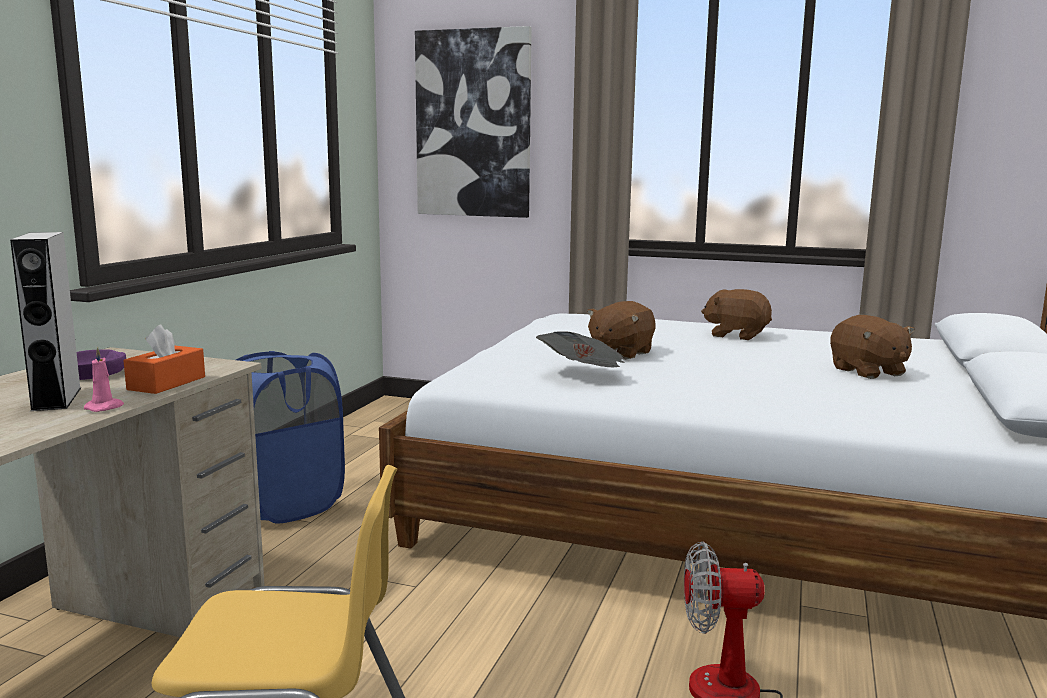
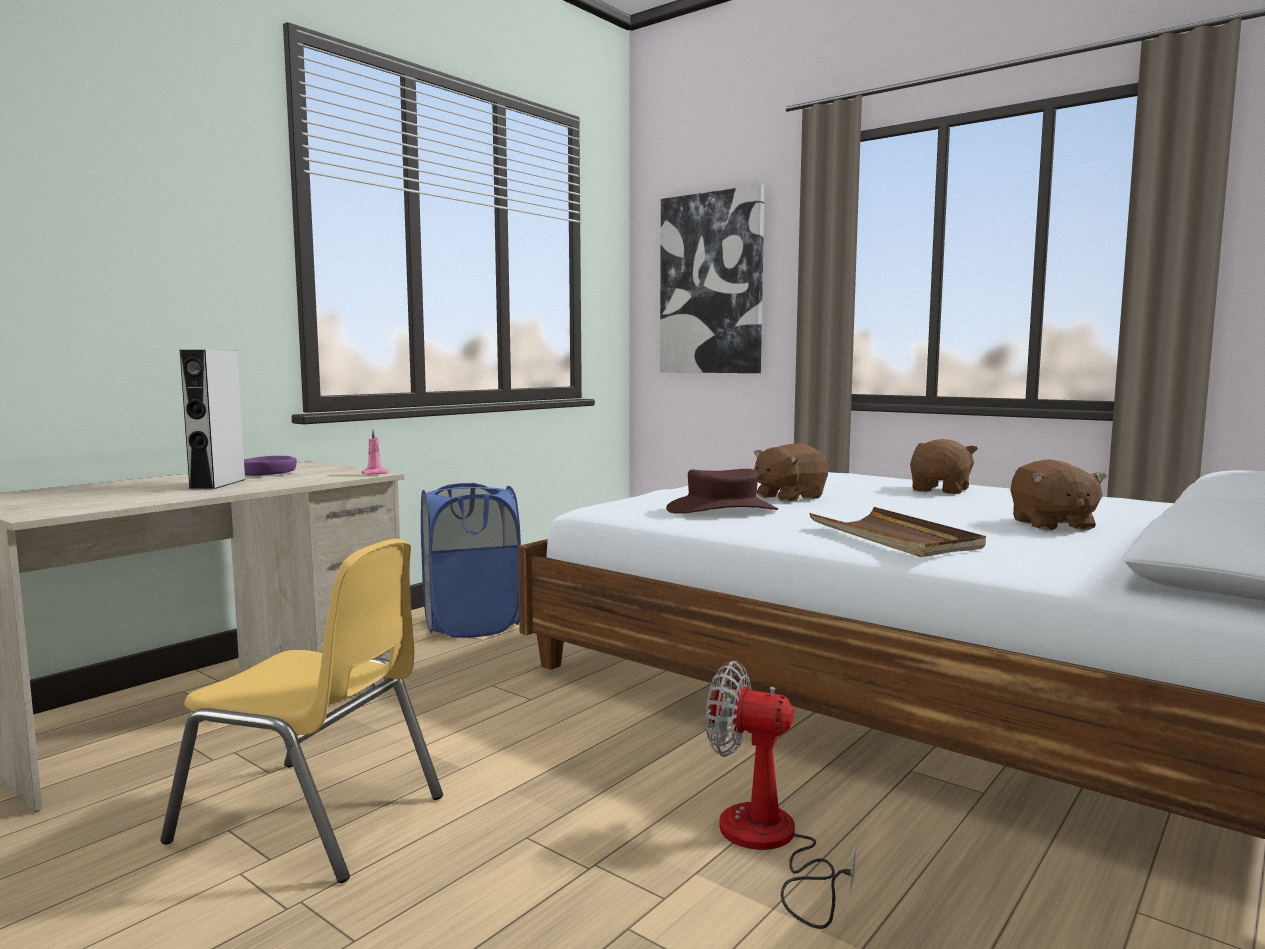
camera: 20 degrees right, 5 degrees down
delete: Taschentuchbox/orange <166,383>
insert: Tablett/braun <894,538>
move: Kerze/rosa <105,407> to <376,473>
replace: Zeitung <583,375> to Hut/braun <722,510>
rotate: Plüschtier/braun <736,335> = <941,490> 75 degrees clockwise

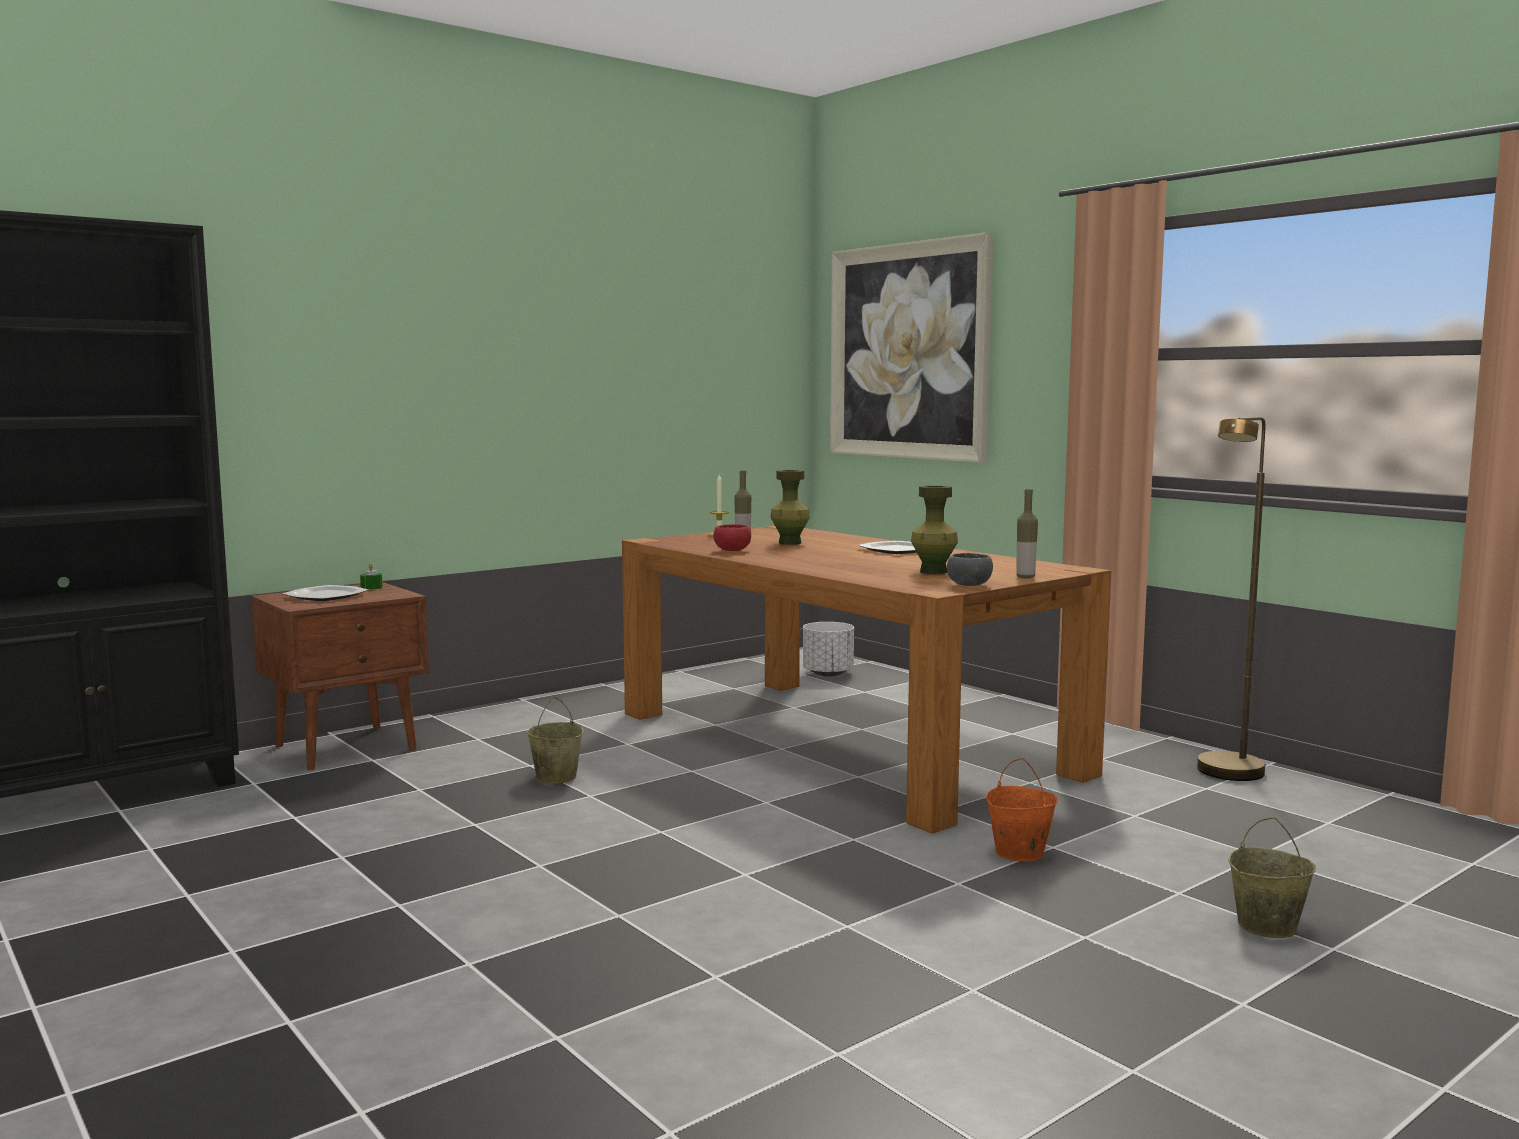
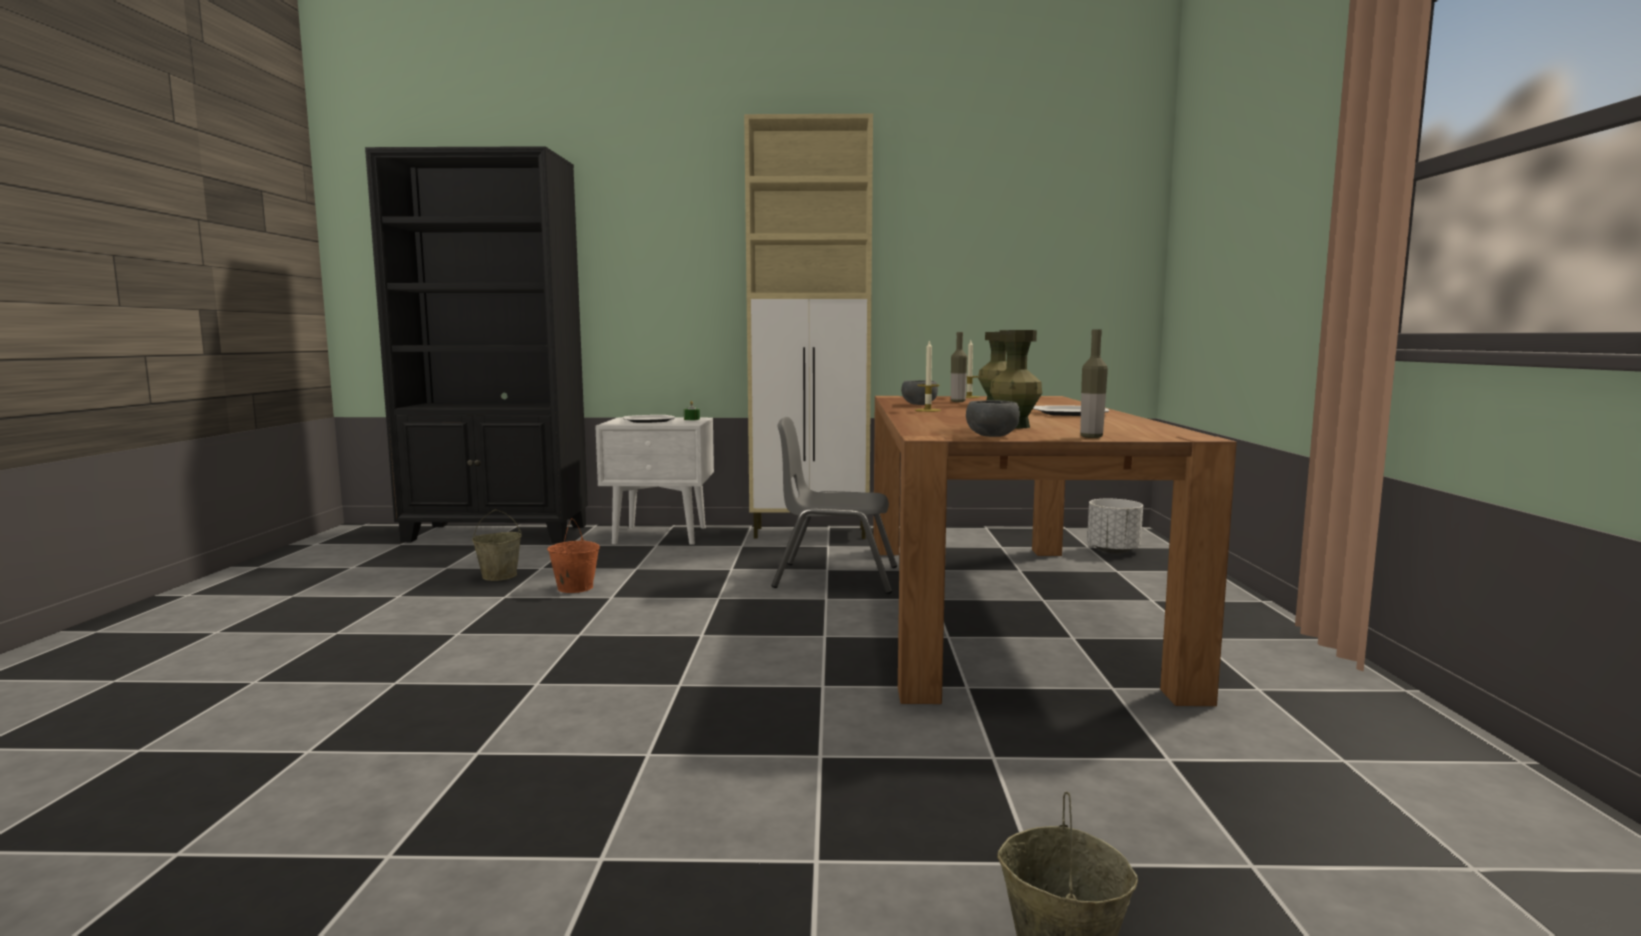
camera: 40 degrees right, 0 degrees up
delete: Bild <908,351>; Stehlampe/braun <1227,776>
insert: Schrank/beige <812,533>; Stuhl/grau <835,577>; Kerze <928,410>
move: Eimer/beige <555,777> to <500,576>; Eimer/orange <1018,853> to <574,588>
recolor: Nachttisch/braun <348,747> to Nachttisch/weiß <662,535>; Schüssel/rot <733,551> to Schüssel/grau <919,405>

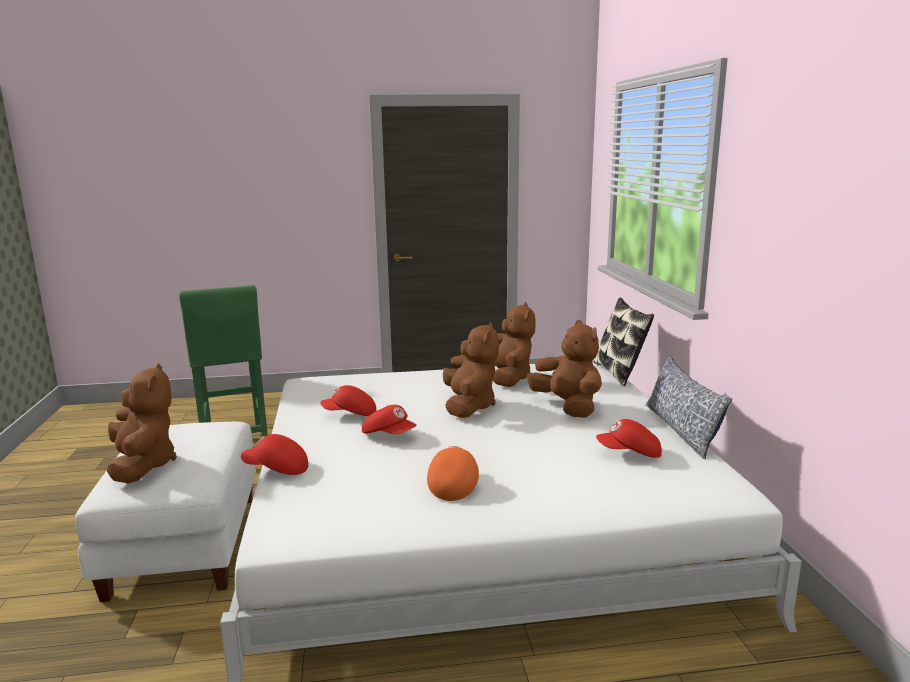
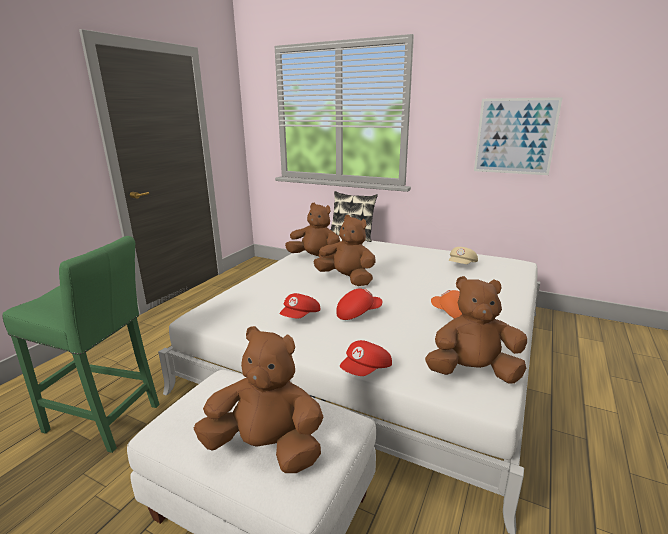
camera: 55 degrees left, 5 degrees up
delete: Kissen <681,430>
insert: Bild <515,136>
move: Plüschtier/braun <567,407> to <473,372>
recolor: Kappe/rot <629,454> to Kappe/beige <462,265>

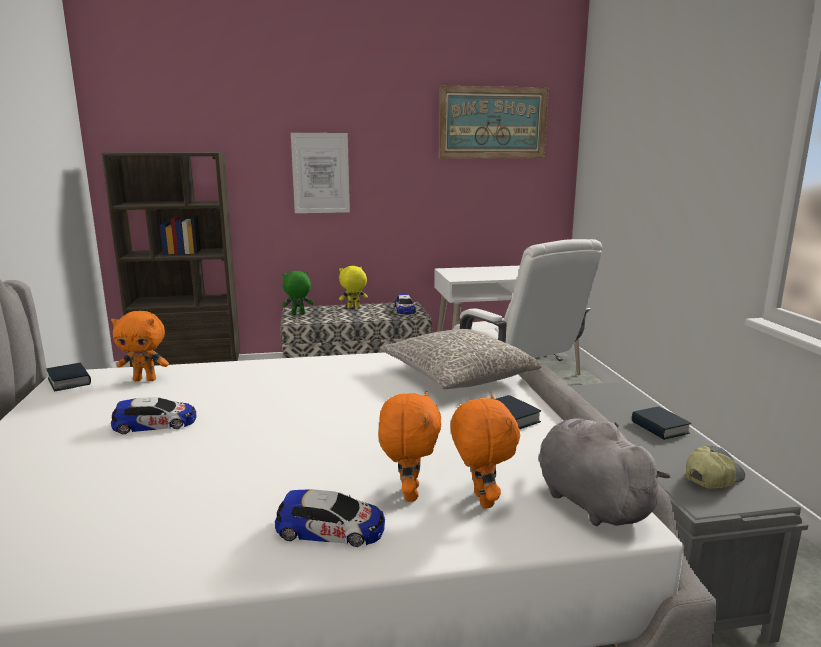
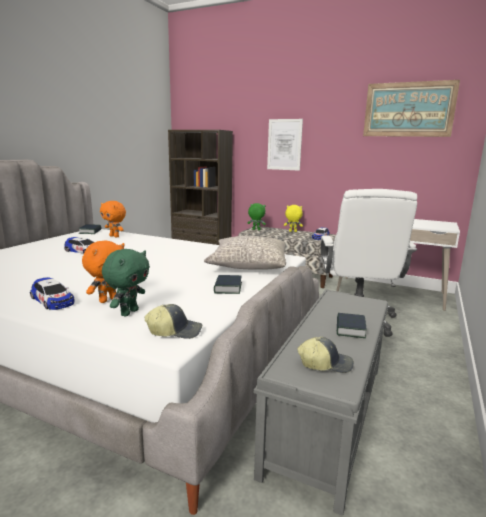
camera: 35 degrees right, 0 degrees up
replace: Plüschtier/grau <589,501> to Kappe <175,331>
recolor: Plüschtier/orange <480,500> to Plüschtier/grün <129,312>

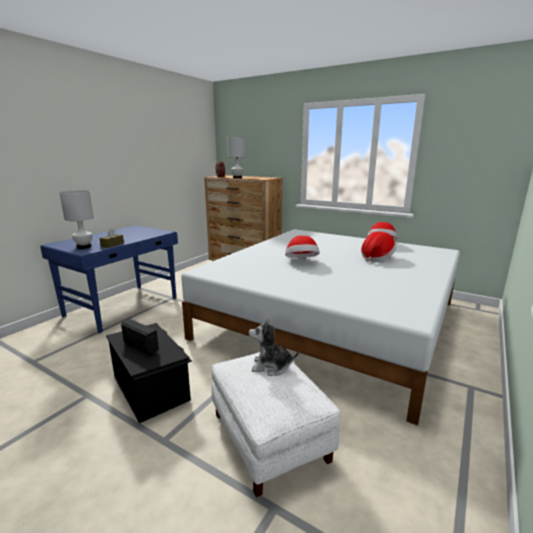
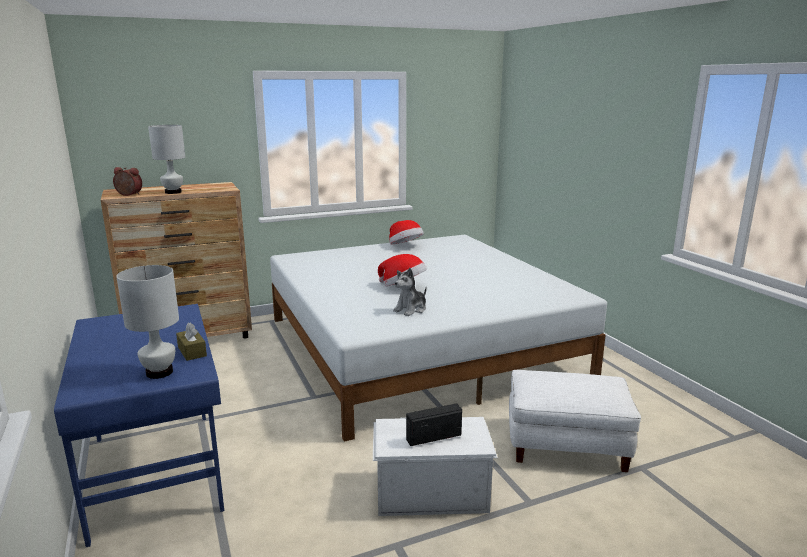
camera: 55 degrees left, 0 degrees up
delete: Hut <376,257>
move: Plüschtier <271,366> to <411,309>
recolor: Aufbewahrungsbox/schwarz <152,387> to Aufbewahrungsbox/weiß <430,490>

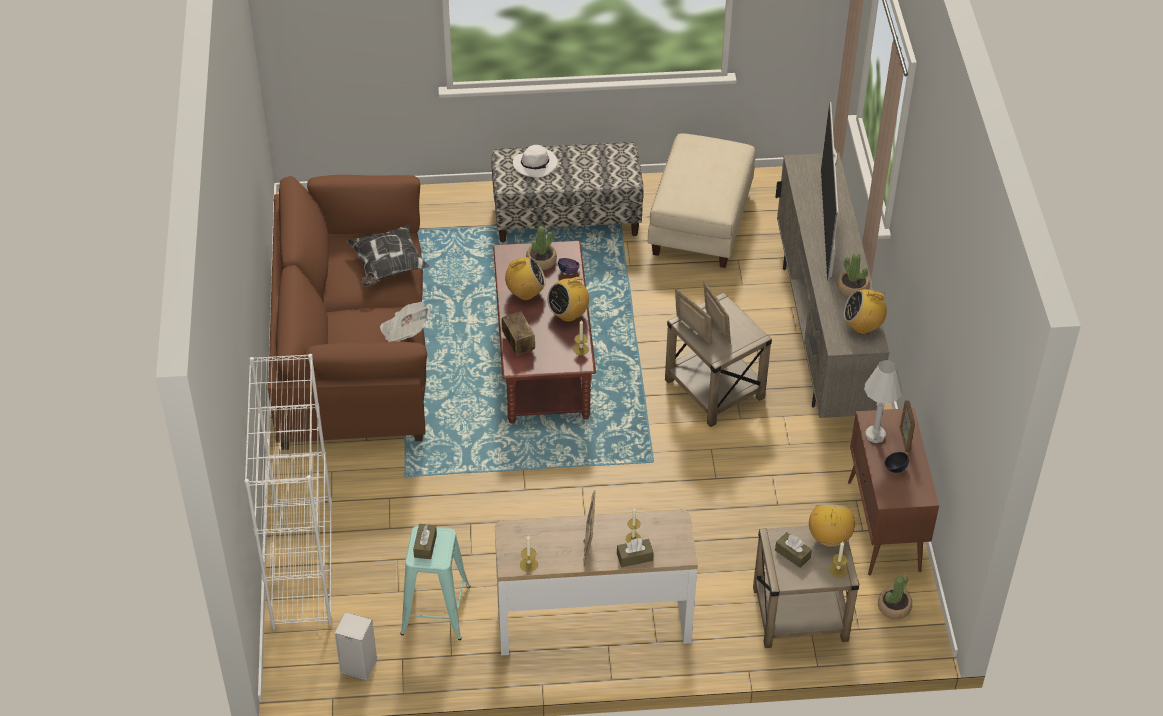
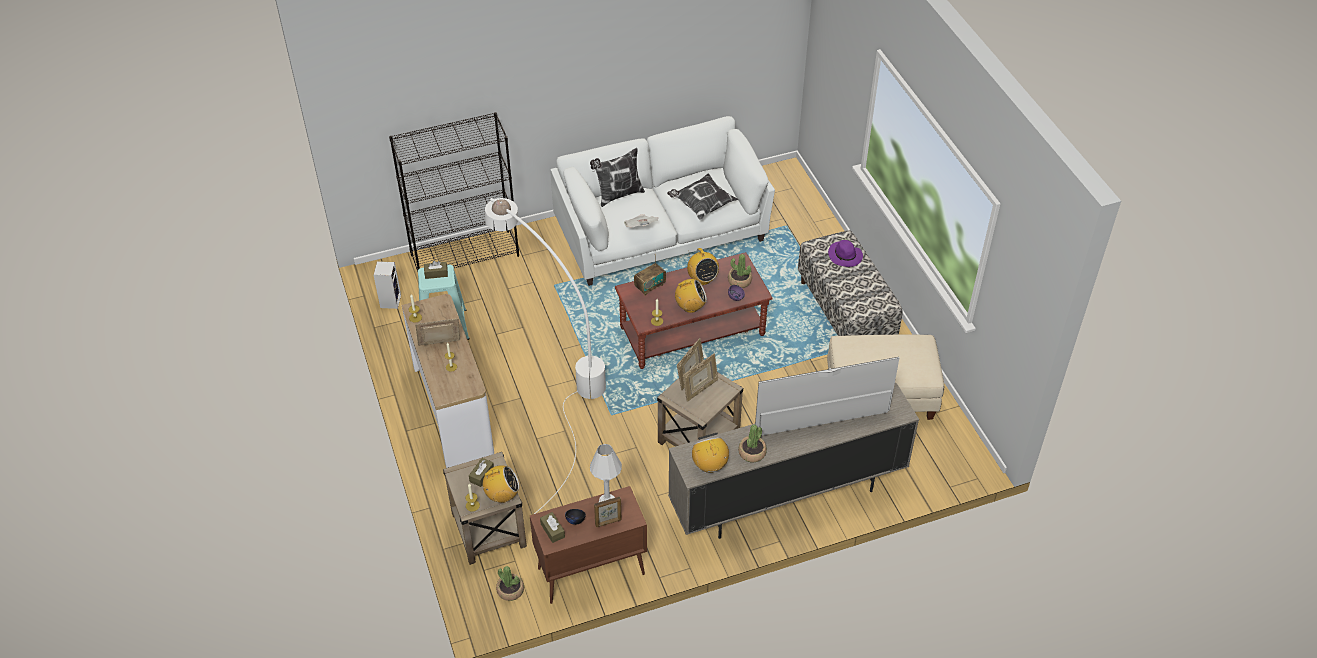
camera: 75 degrees right, 0 degrees up
insert: Stehlampe/weiß <554,380>; Kissen <618,195>
move: Taschentuchbox/braun <634,557> to <552,530>
recolor: Bücherregal/weiß <302,564> to Bücherregal/schwarz <465,255>; Sofa/braun <353,349> to Sofa/weiß <660,232>; Hut/weiß <535,164> to Hut/lila <845,256>
rotate: Radio <568,314> = <690,307> 135 degrees clockwise

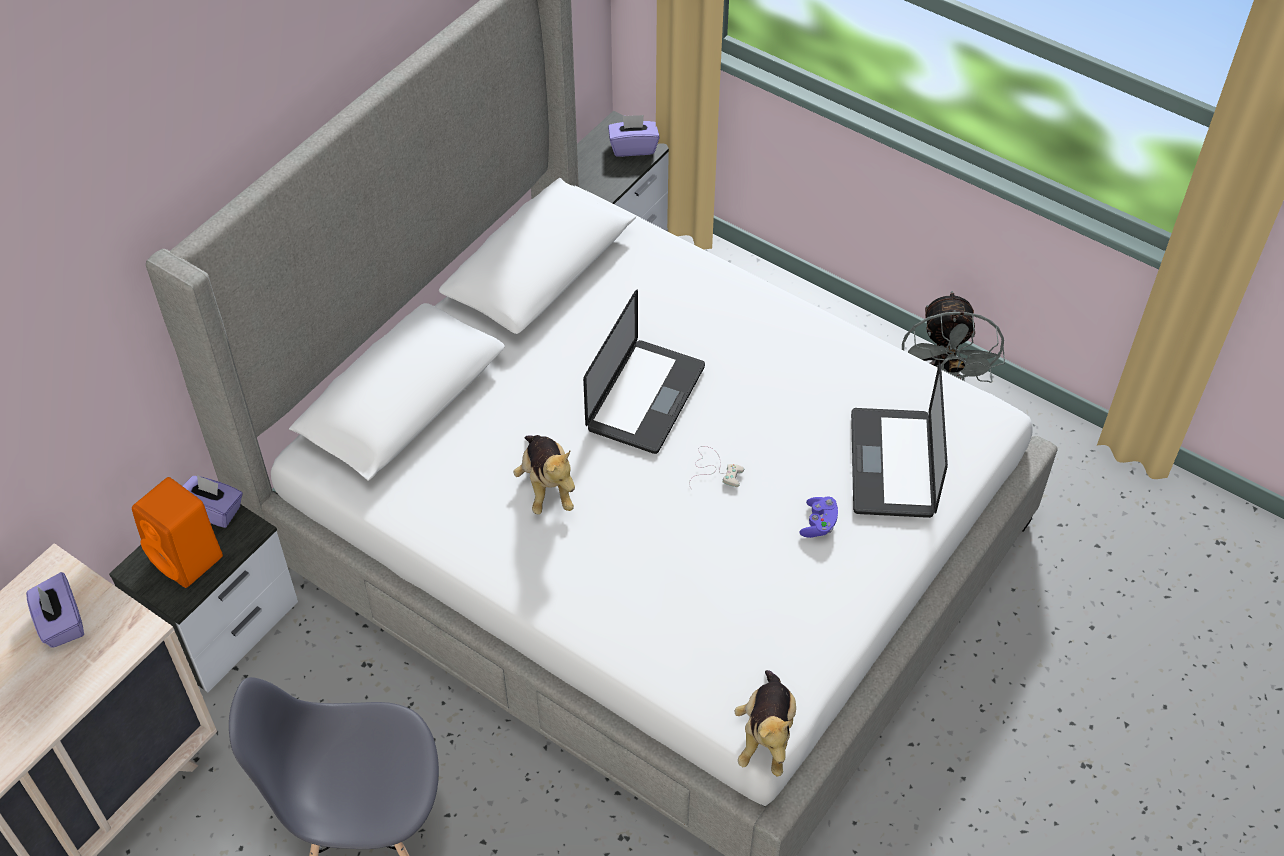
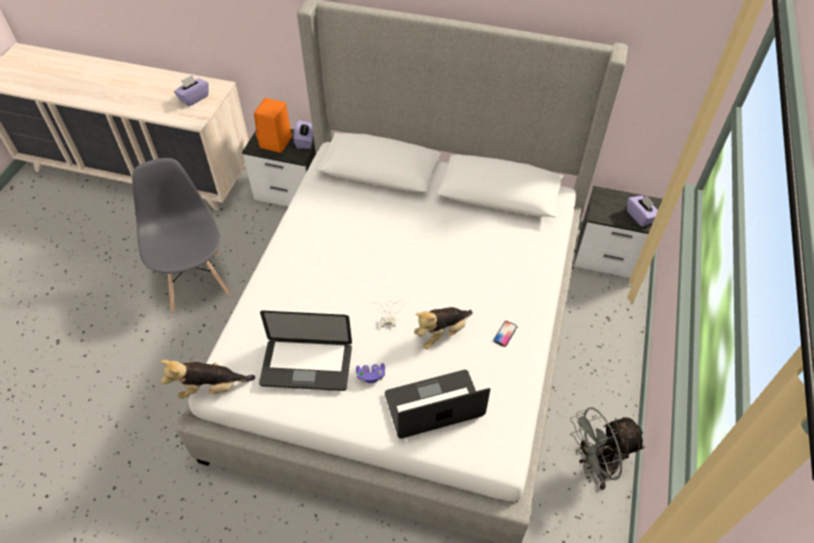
camera: 70 degrees right, 0 degrees up
insert: Handy <505,334>
move: Laptop <646,398> to <306,365>; Plüschtier <547,486> to <441,333>

